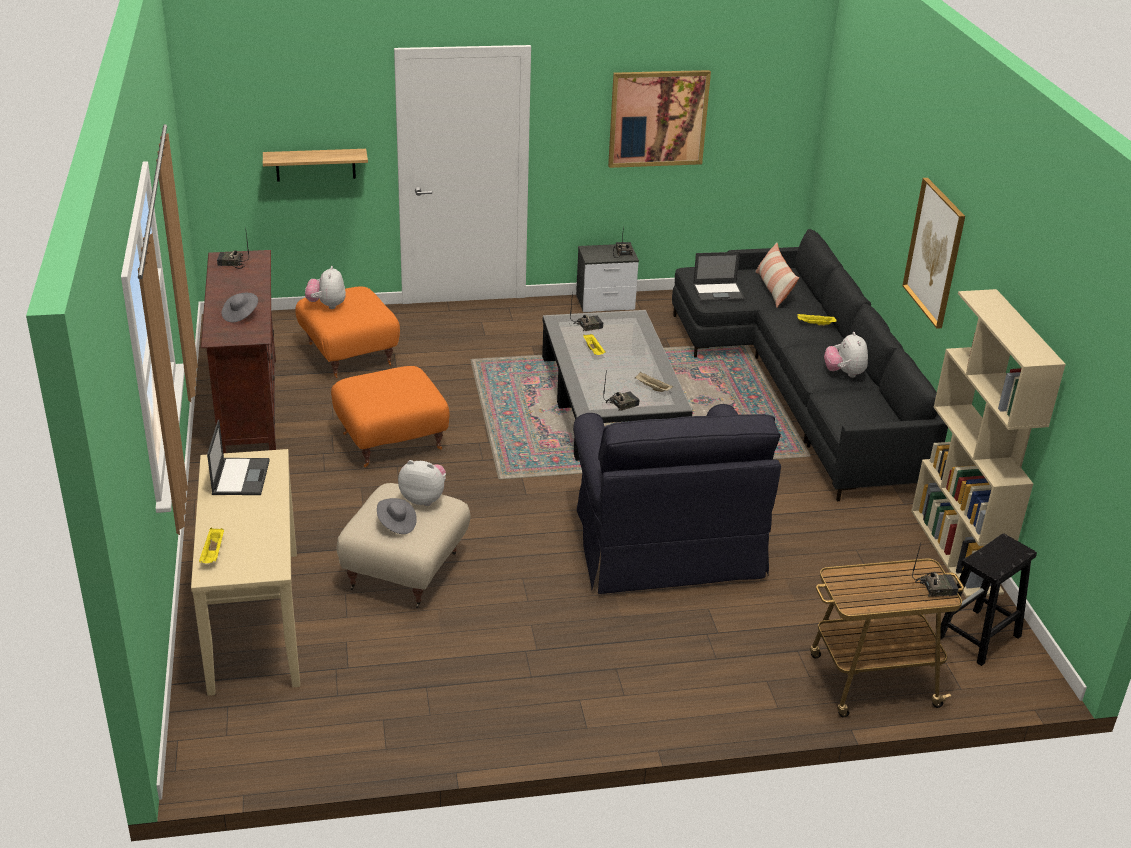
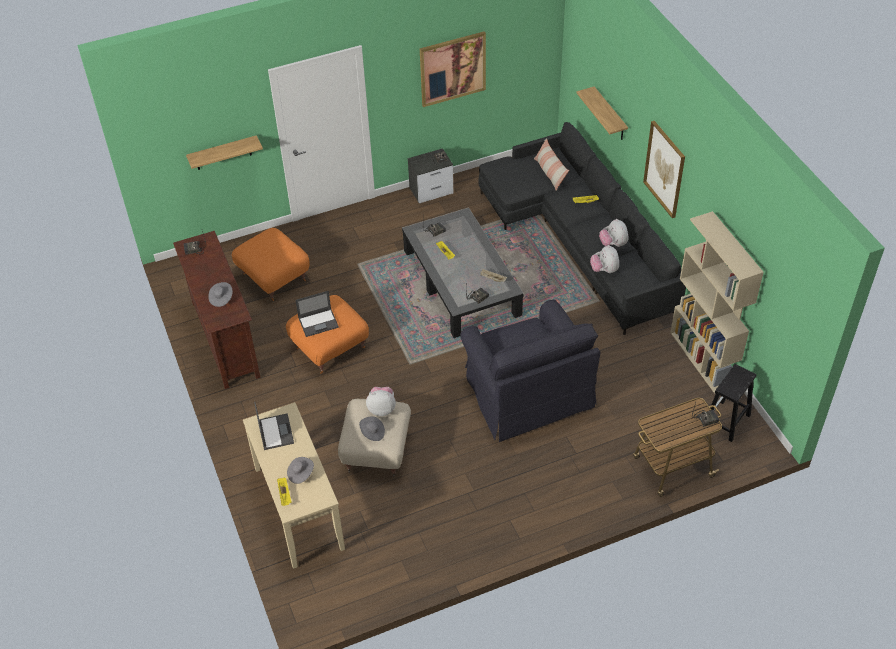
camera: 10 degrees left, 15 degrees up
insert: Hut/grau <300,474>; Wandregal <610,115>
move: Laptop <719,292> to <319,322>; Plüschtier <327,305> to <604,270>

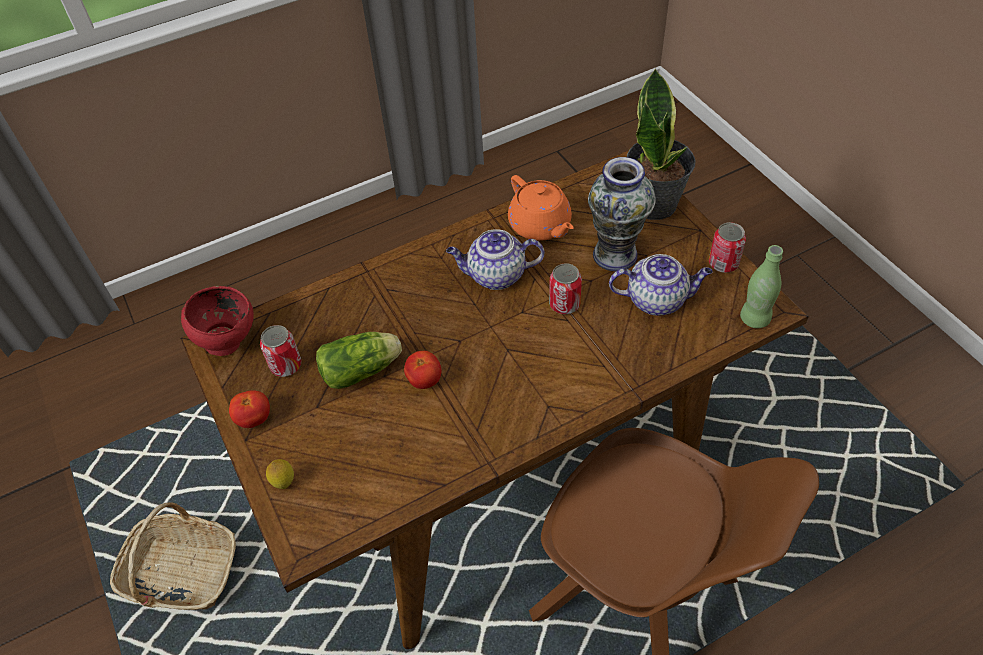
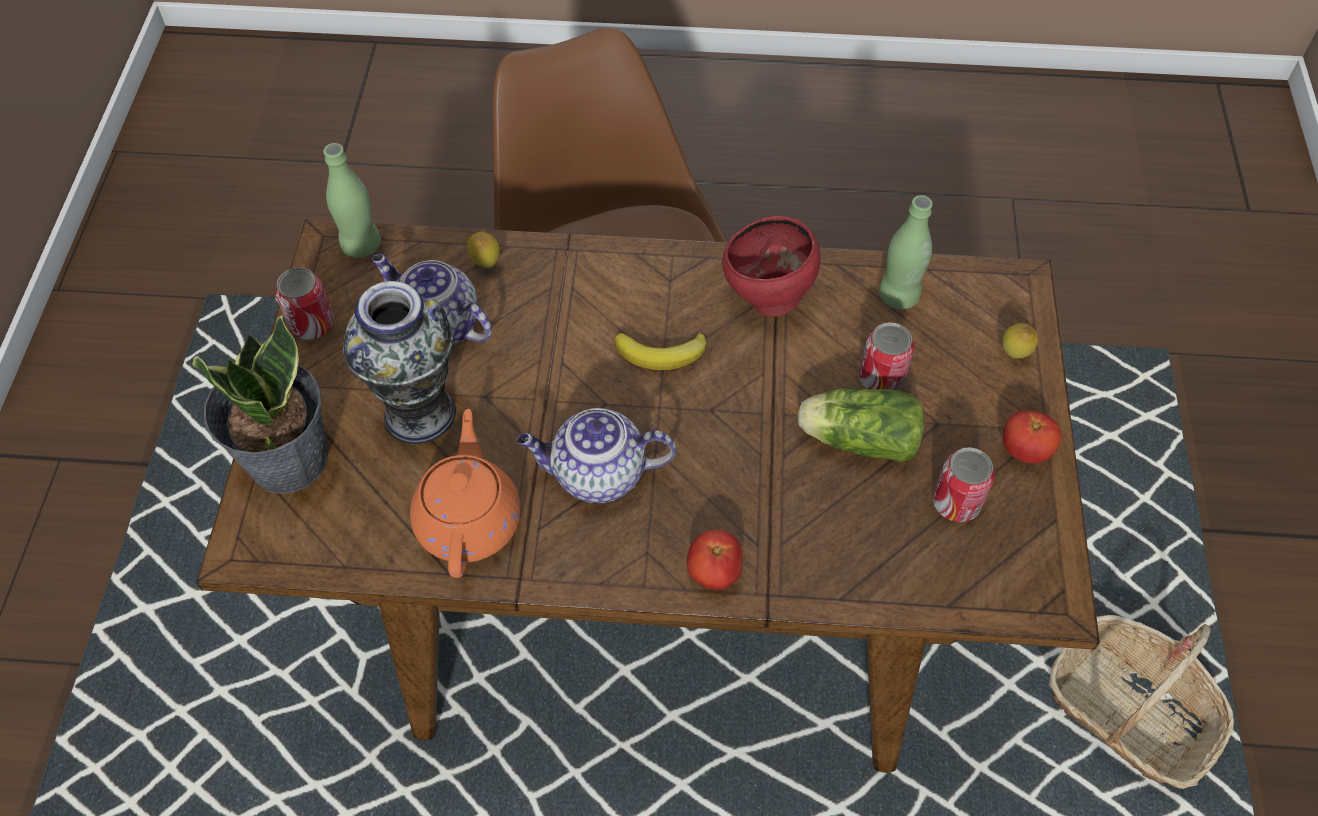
camera: 150 degrees left, 5 degrees up
insert: Zitrone <486,264>; Banane <661,354>; Flasche/grün <898,296>
move: Tomate <424,380> to <714,572>; Schüssel/rot <229,342> to <767,299>; Dose <564,304> to <881,379>
rotate: Teekanne <495,276> = <597,475> 150 degrees clockwise

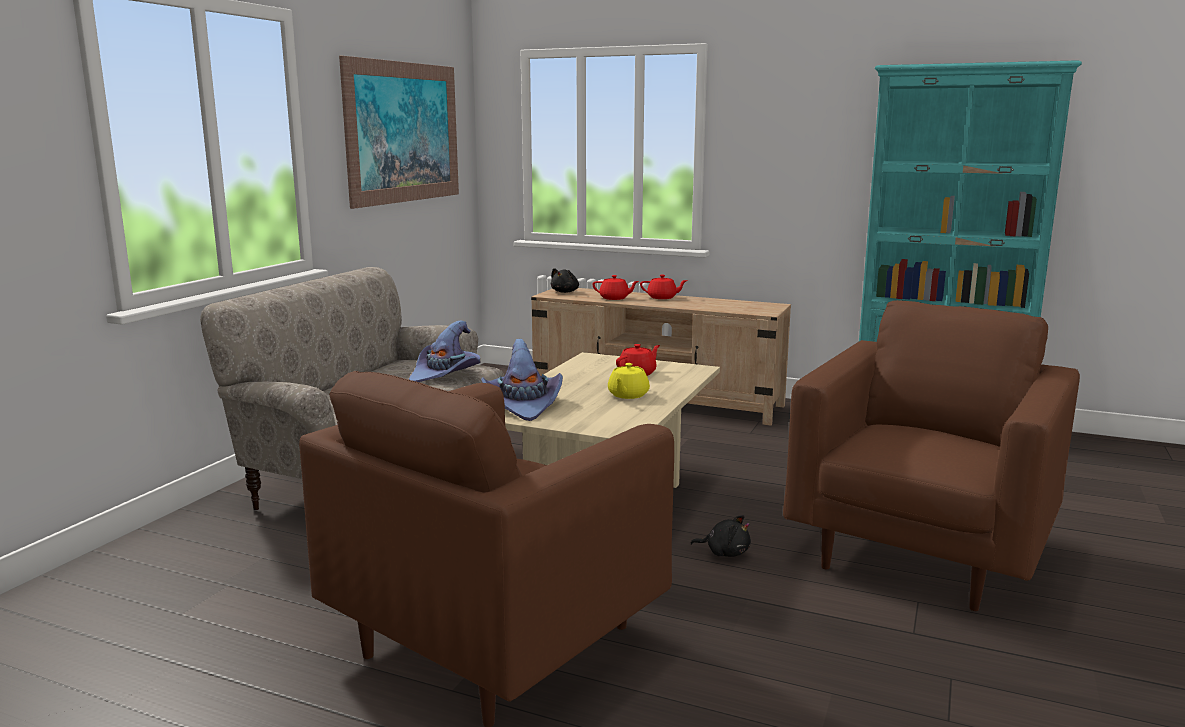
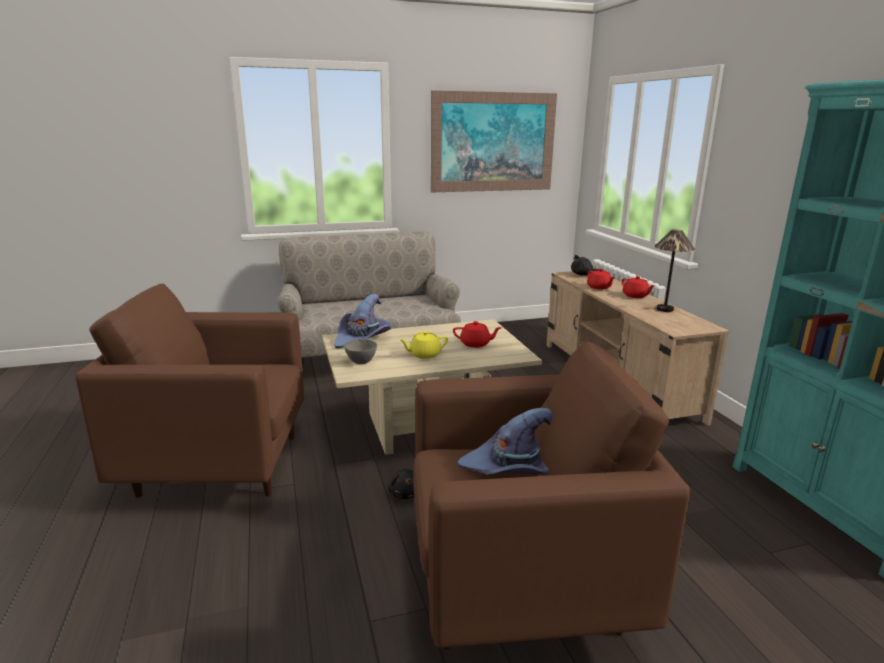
camera: 50 degrees right, 5 degrees up
insert: Schüssel/grau <360,362>; Tischlampe <665,309>
move: Hut/lila <446,374> to <512,467>

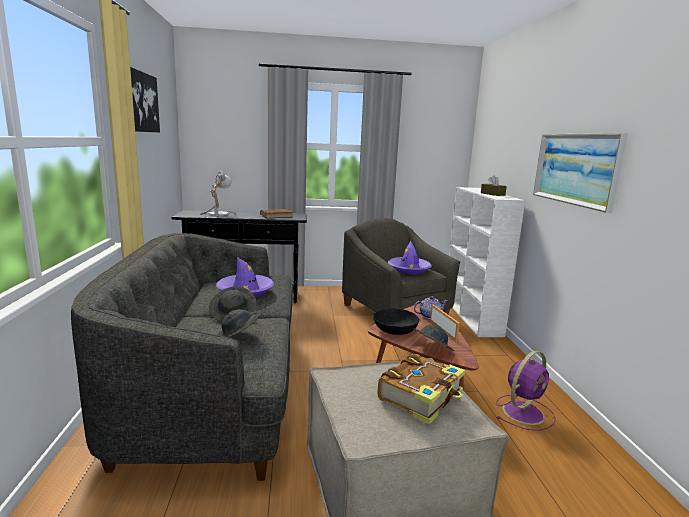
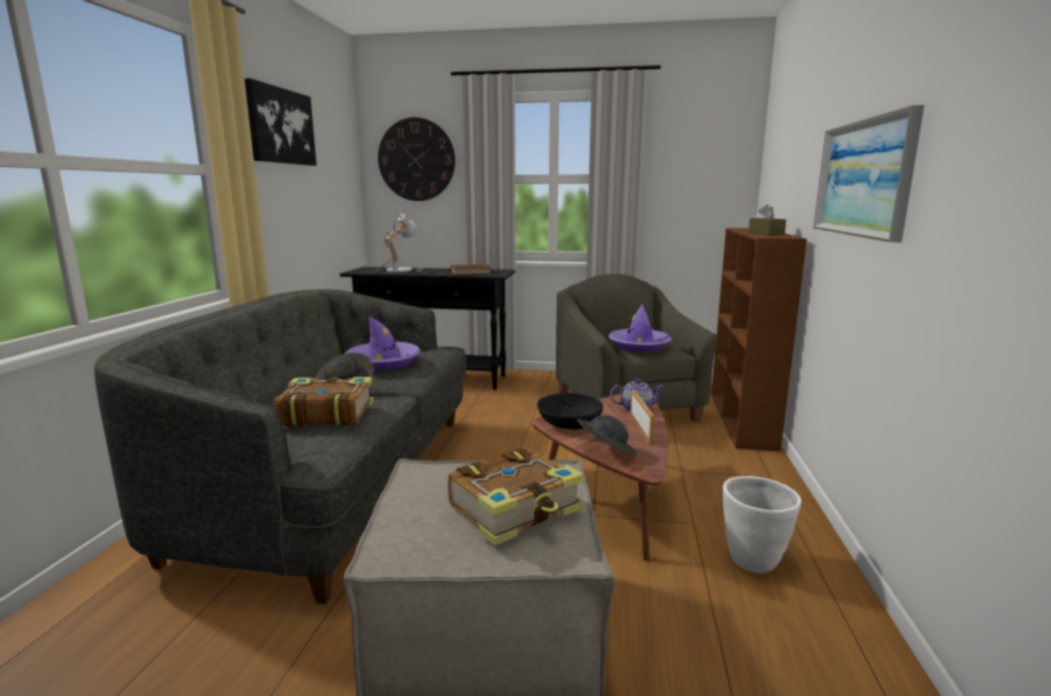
camera: 15 degrees right, 0 degrees up
insert: Wanduhr <416,160>
replace: Hut/grau <238,337> to Buch <326,414>; Ventilator/lila <524,412> to Pflanzkübel/weiß <753,561>
recolor: Bücherregal/weiß <472,316> to Bücherregal/braun <742,420>

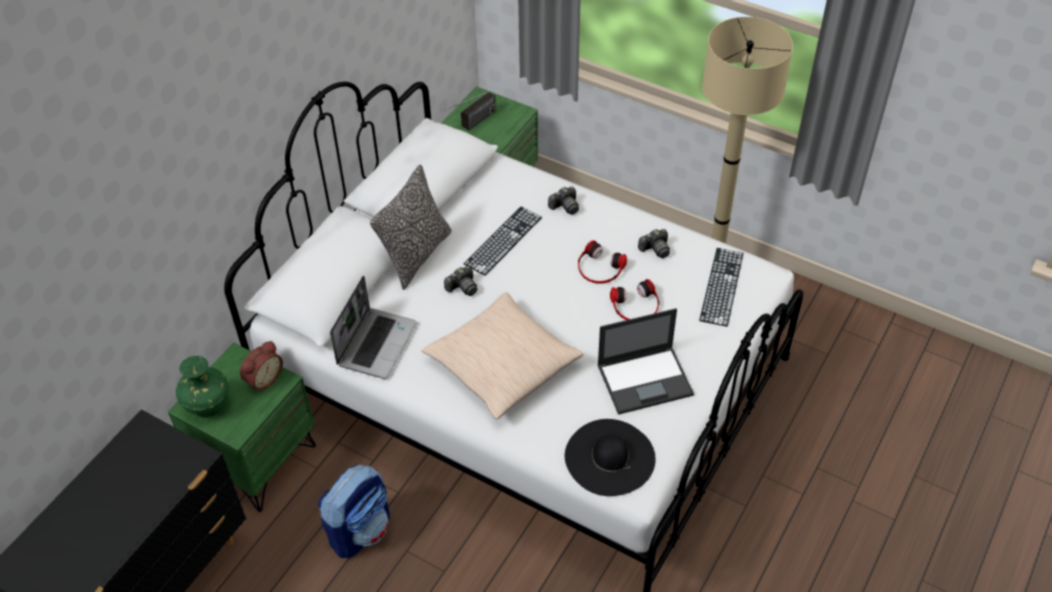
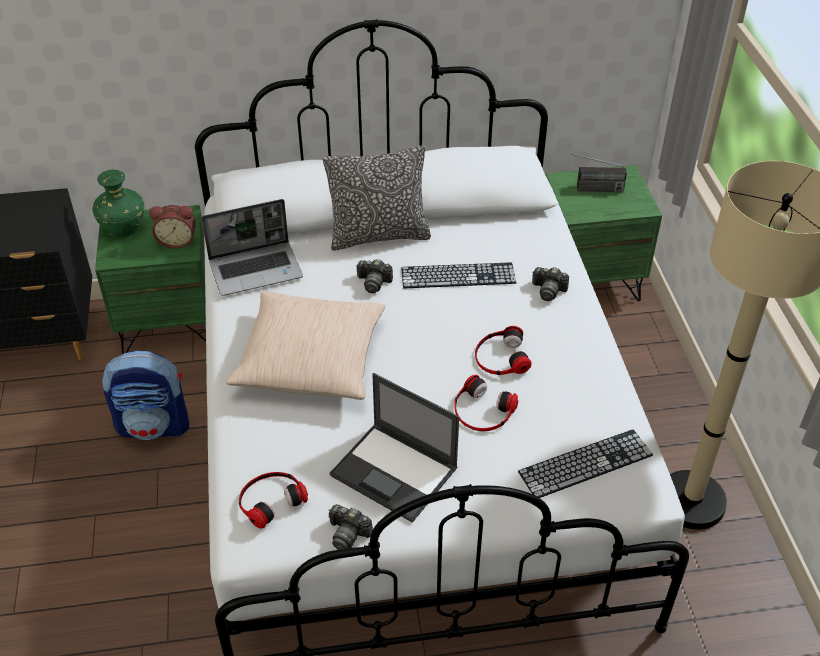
camera: 50 degrees right, 5 degrees down
move: Kamera <655,249> to <348,534>
replace: Hut/schwarz <609,457> to Kopfhörer <270,500>

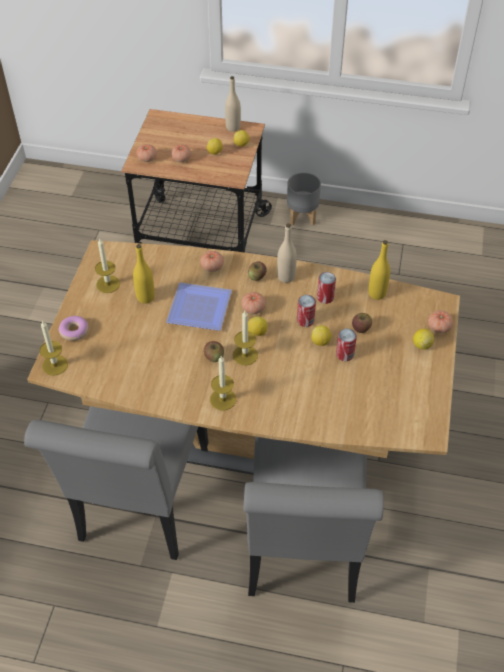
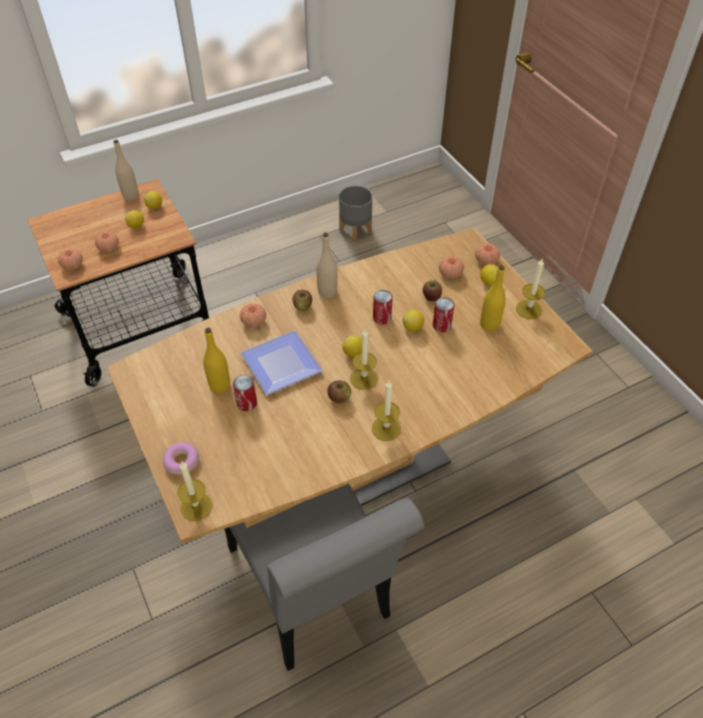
camera: 40 degrees left, 0 degrees up
delete: Stuhl/grau <302,548>
move: Dose <325,297> to <247,403>; Pflanzkübel/grau <302,216> to <356,230>; Tomate <253,309> to <450,273>; Flasche/gelb <377,293> to <489,324>; Kerze <108,284> to <528,309>

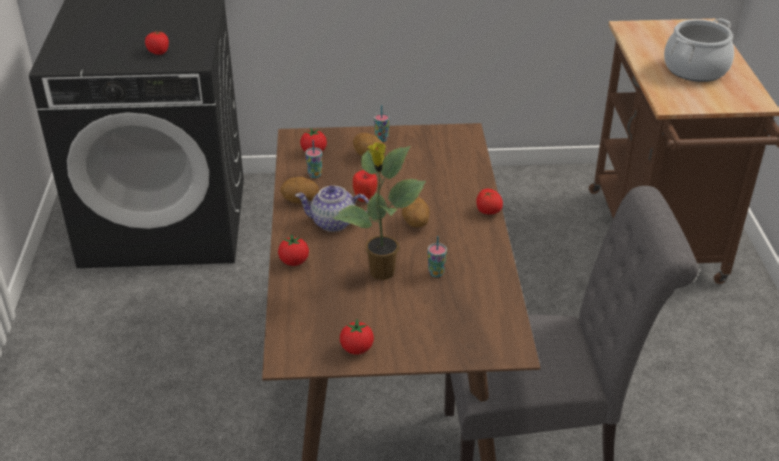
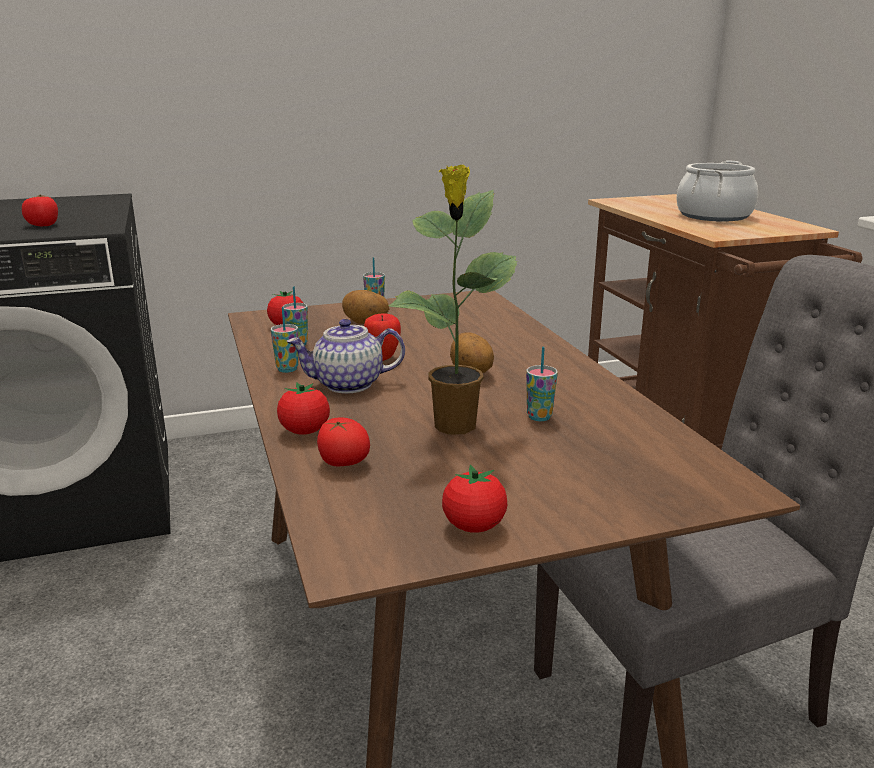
camera: 15 degrees left, 15 degrees down
move: Tomate <488,211> to <343,462>
replace: Kartoffel <300,201> to Tasse <287,369>

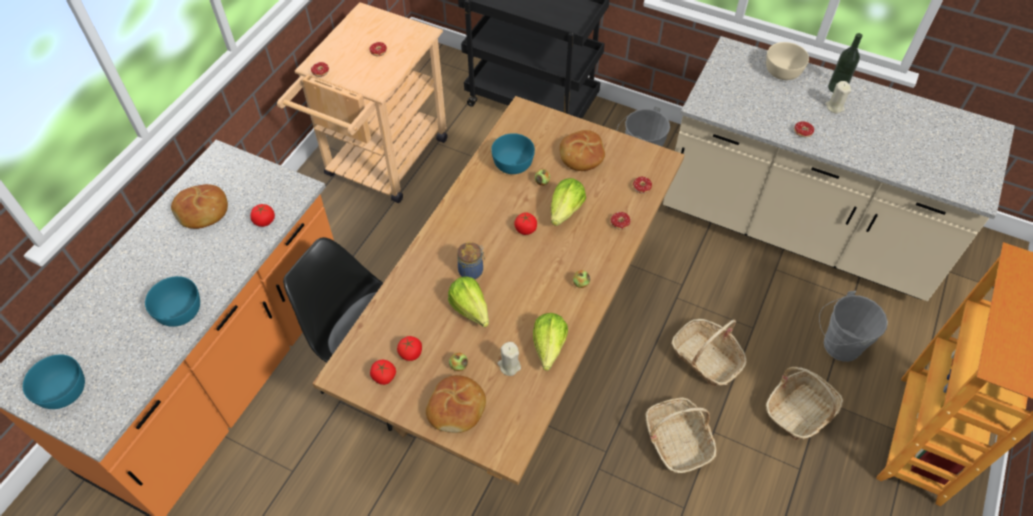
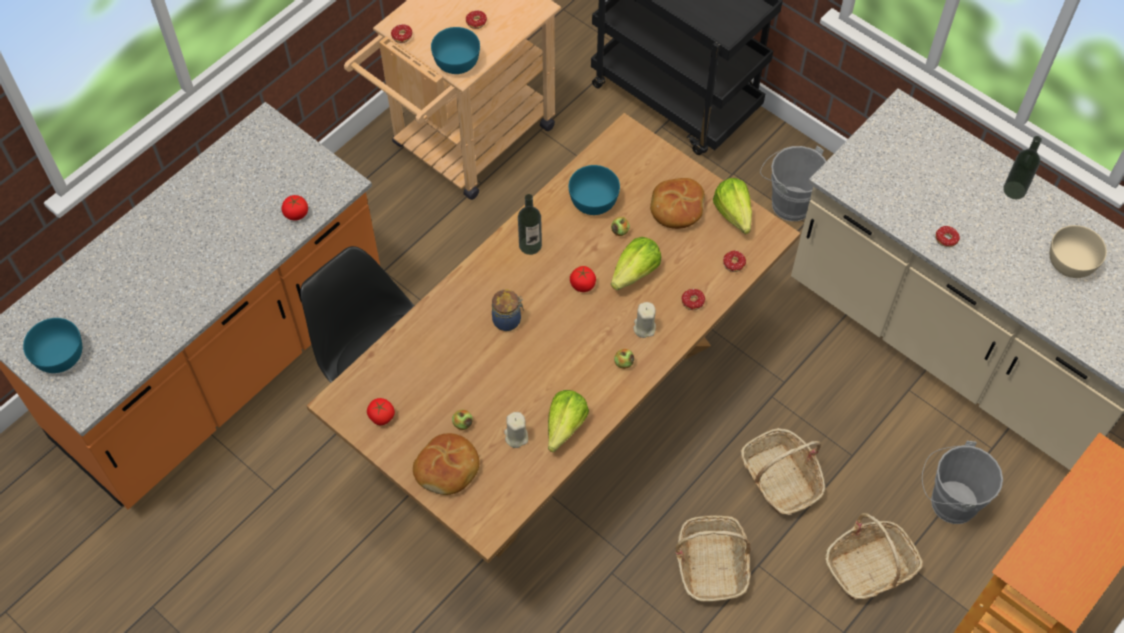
camera: 15 degrees right, 5 degrees up
delete: Brot <203,212>; Tomate <410,353>
insert: Flasche <530,245>
move: Schüssel/türkis <180,310> to <457,61>; Kerze/beige <834,107> to <644,327>; Salatkopf <472,313> to <734,218>; Schüssel/beige <783,71> to <1072,262>

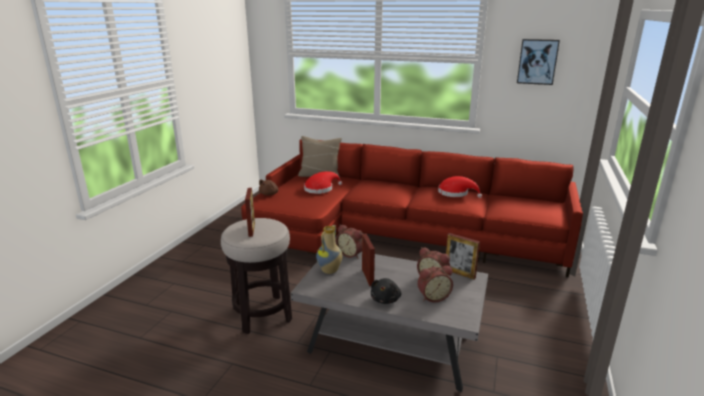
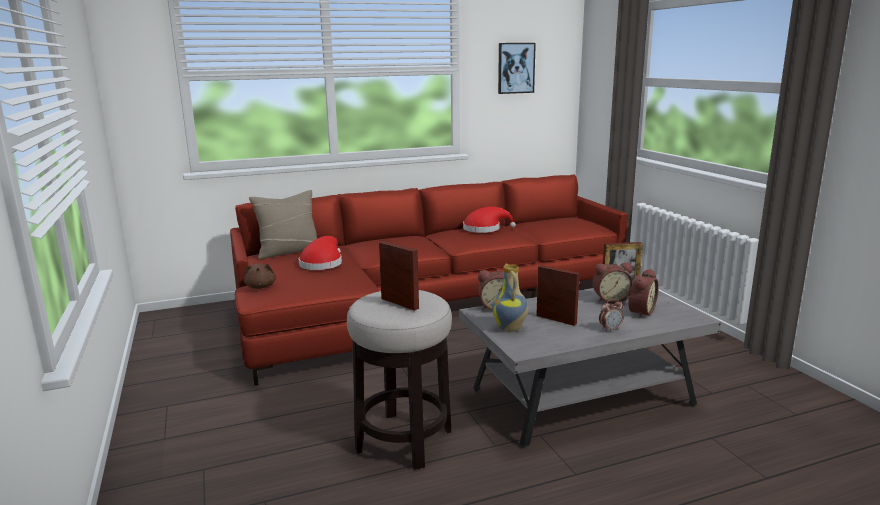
camera: 40 degrees left, 5 degrees down
replace: Plüschtier/schwarz <386,299> to Wecker <610,329>

